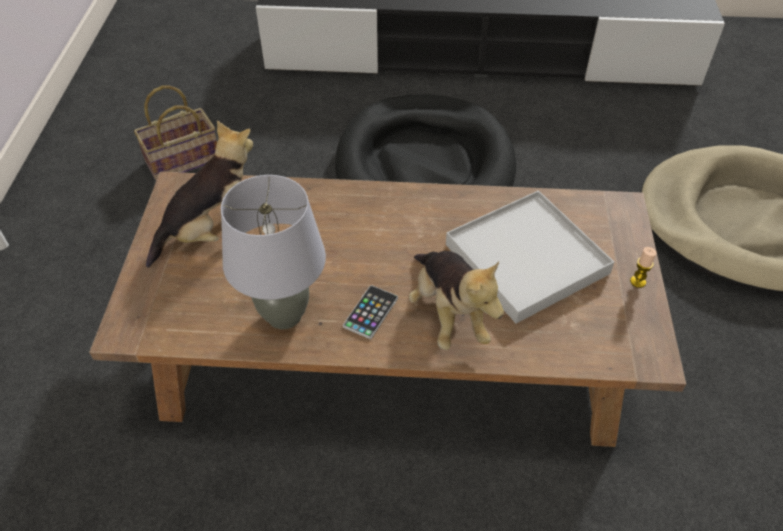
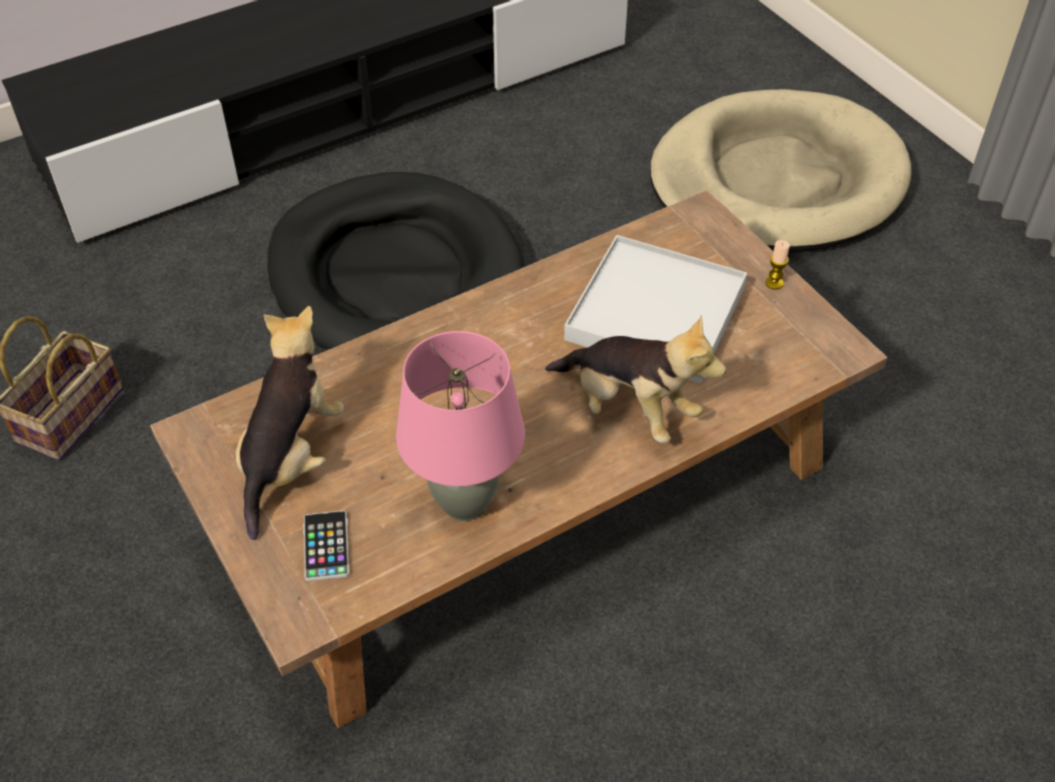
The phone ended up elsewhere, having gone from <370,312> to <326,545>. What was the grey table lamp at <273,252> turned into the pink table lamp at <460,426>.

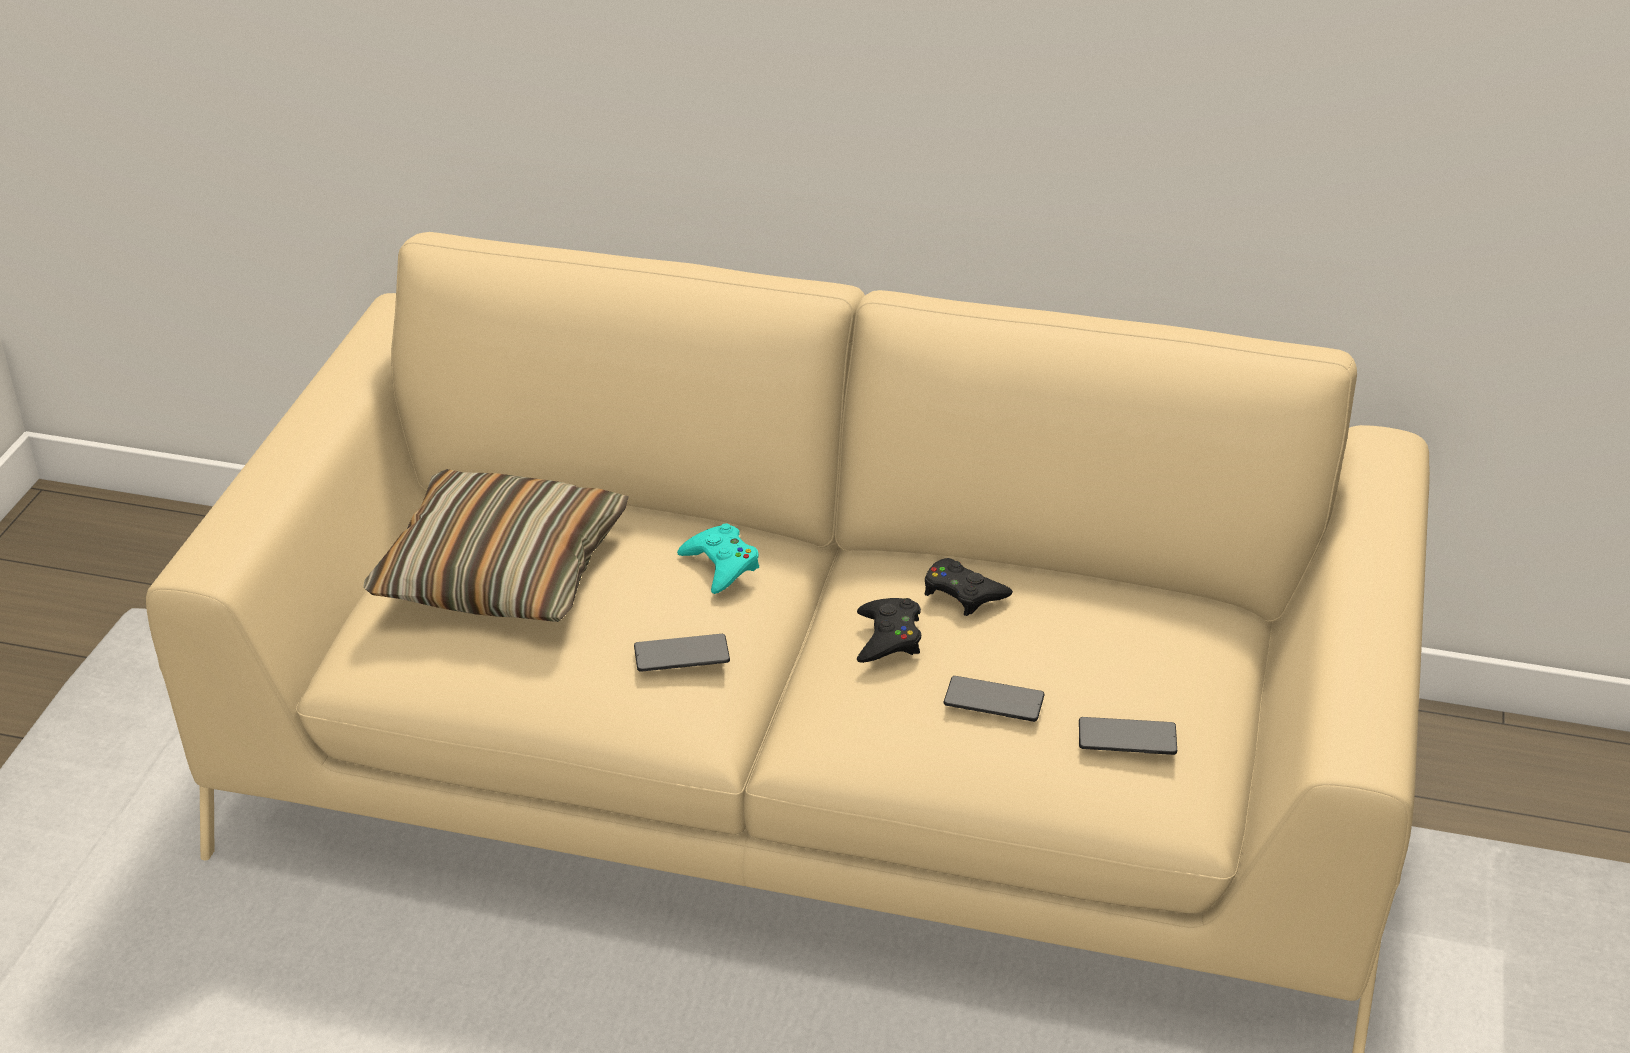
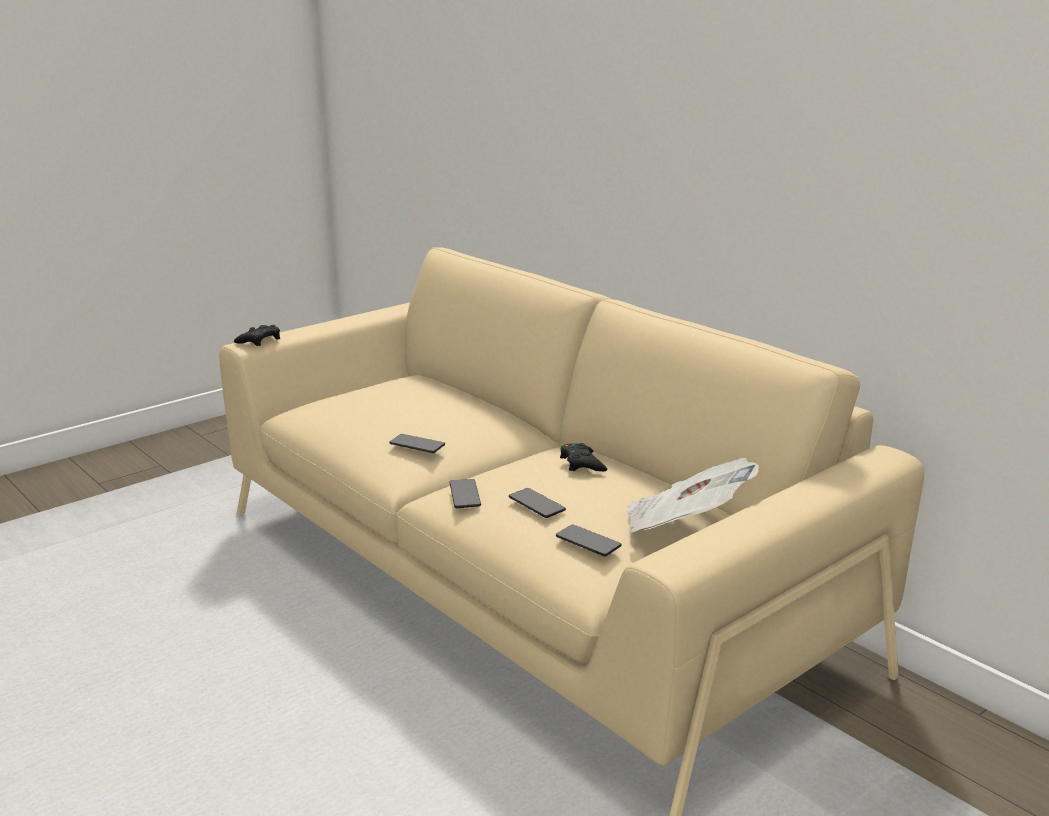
The second view lost the pillow at <496,545>. The second view lost the turquoise game controller at <718,558>. The second view gained the phone at <465,493>. The second view gained the newspaper at <693,495>. The black game controller ended up elsewhere, having gone from <889,630> to <257,335>.

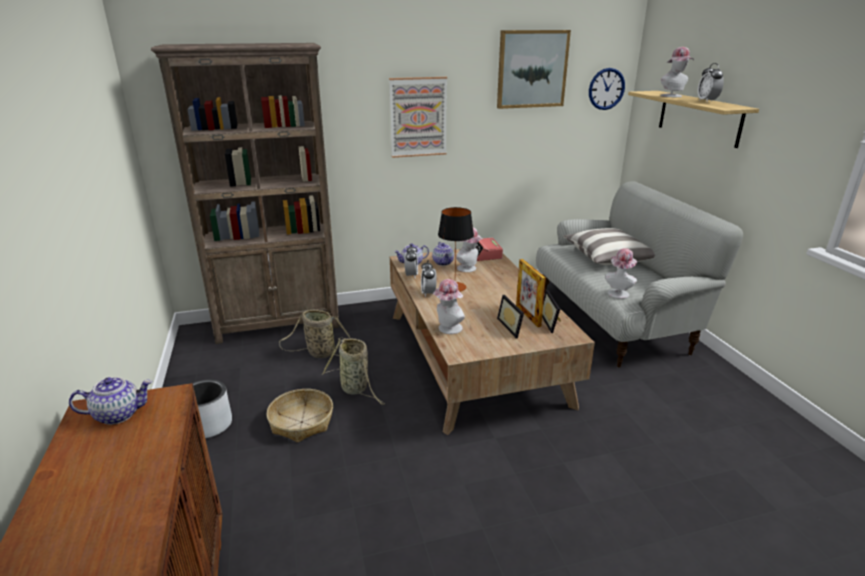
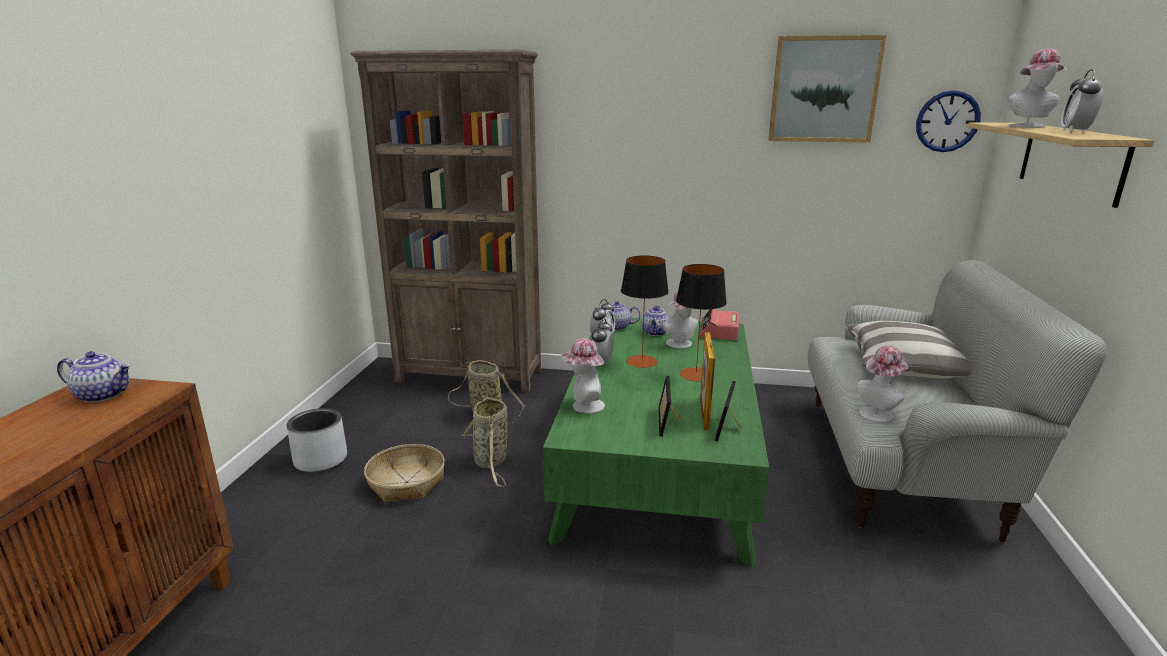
The second view lost the picture at <418,117>. The second view gained the table lamp at <701,322>. What was the brown coffee table at <492,342> turned into the green coffee table at <656,443>.

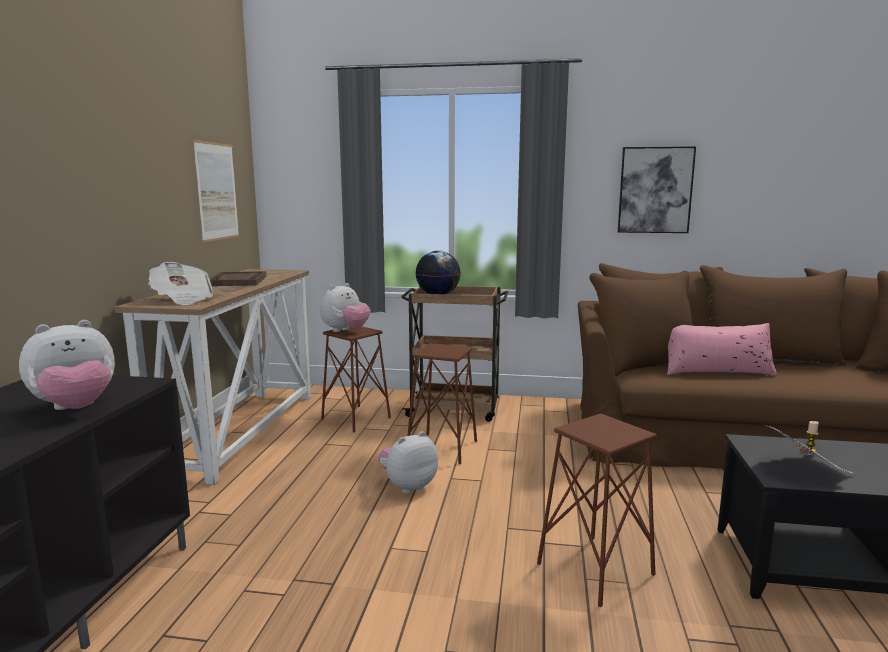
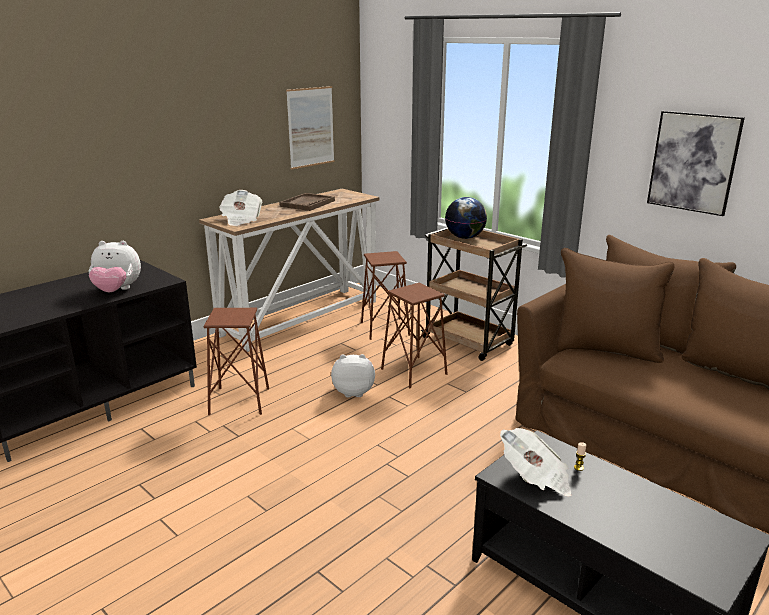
The second view lost the plush toy at <345,307>. The second view lost the pink pillow at <722,349>. The brown stool ended up elsewhere, having gone from <597,510> to <236,361>.

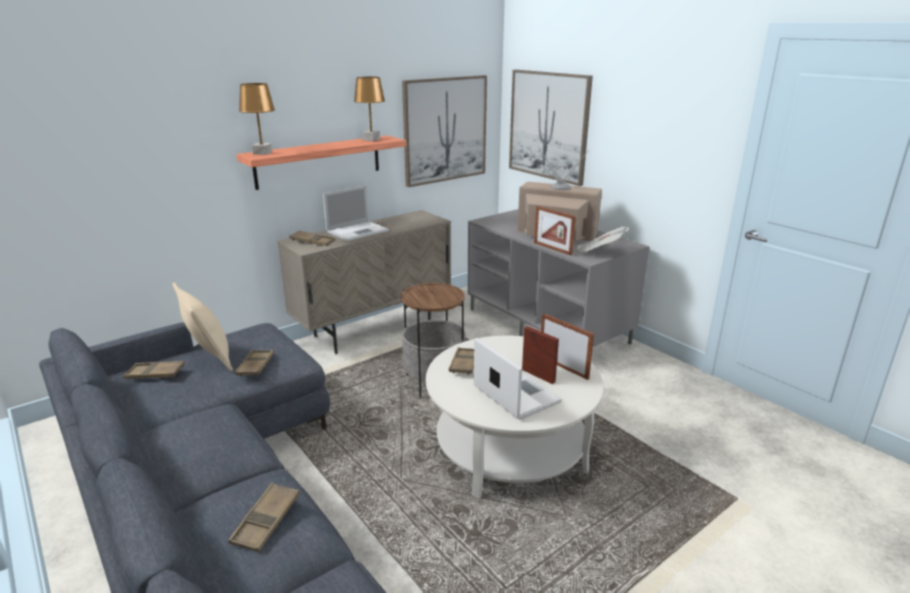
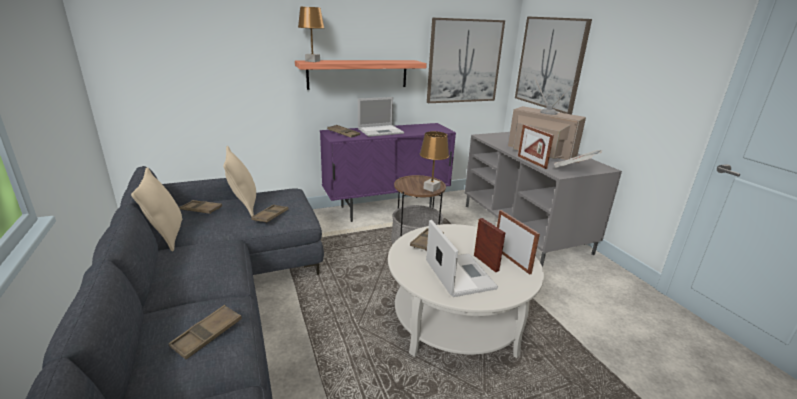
The second view gained the beige pillow at <156,209>. The brown table lamp ended up elsewhere, having gone from <369,109> to <434,161>. What was the beige cabinet at <364,282> turned into the purple cabinet at <388,172>.

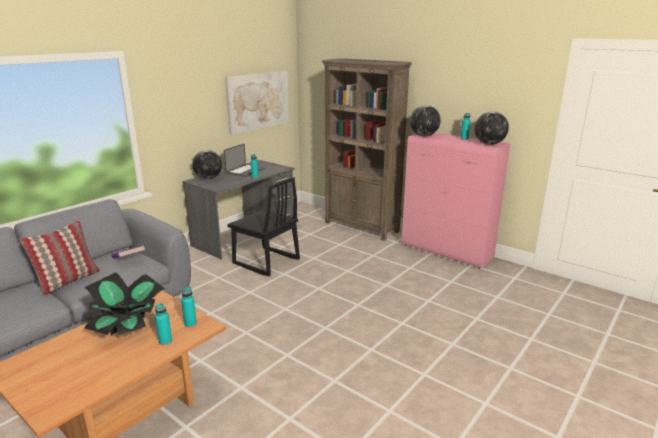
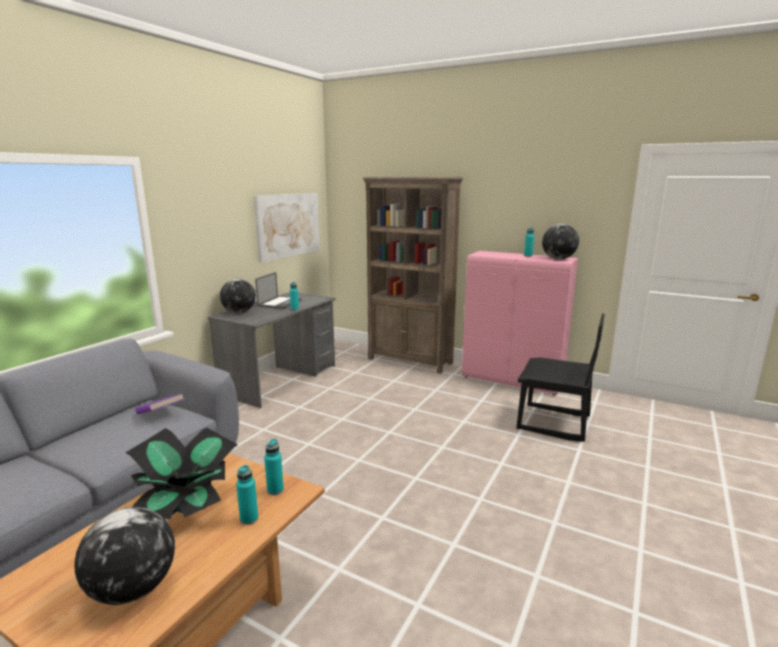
The second view lost the pillow at <60,258>. The black chair ended up elsewhere, having gone from <263,226> to <561,377>. The globe ended up elsewhere, having gone from <425,120> to <124,556>.

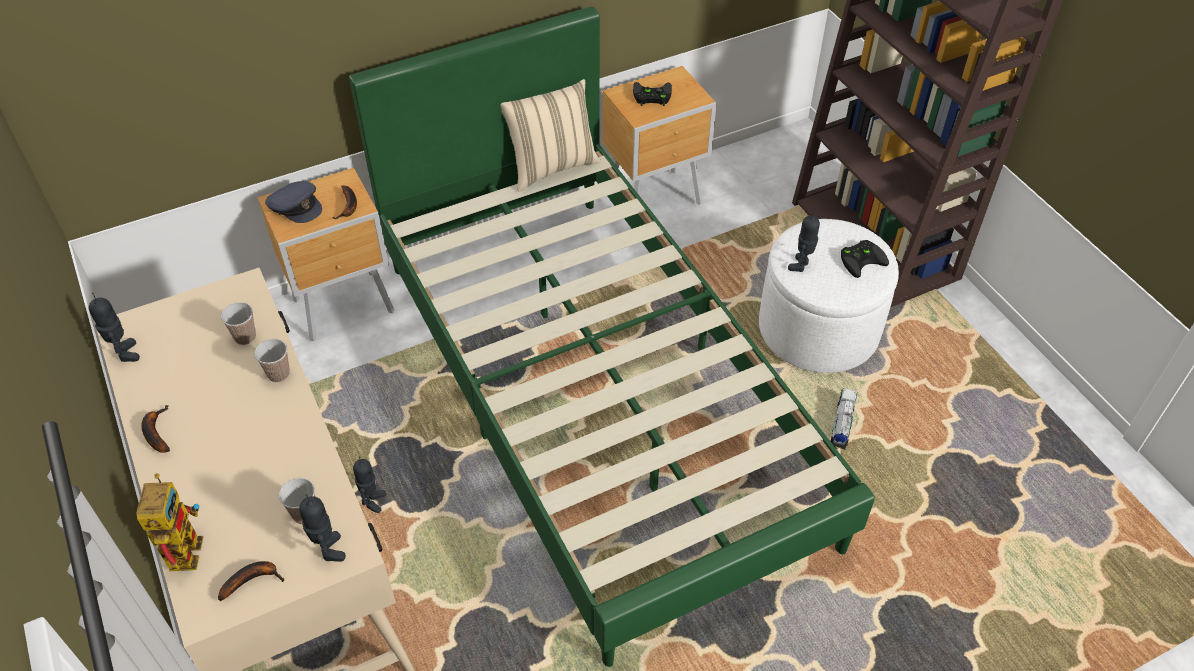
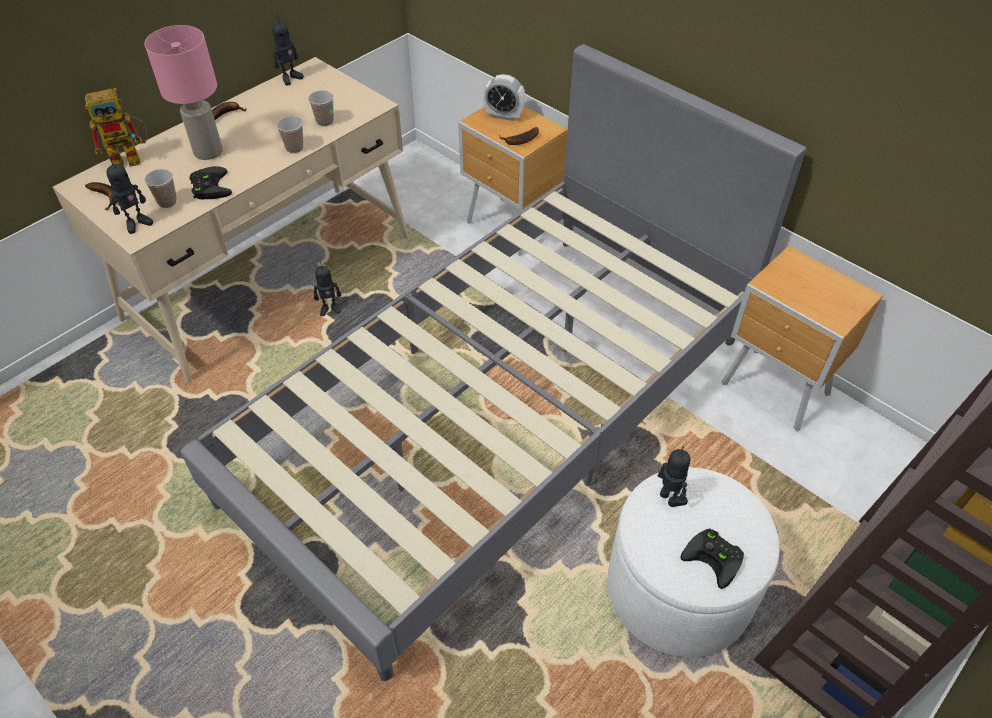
The second view lost the beige pillow at <551,135>. The second view lost the toy truck at <844,418>. The second view gained the pink table lamp at <183,92>. The black game controller ended up elsewhere, having gone from <652,94> to <211,182>. Where the grey cap stood at <293,202>, the alarm clock came to stand at <504,97>. What was the green bed at <612,336> turned into the grey bed at <493,362>. The toy robot at <804,241> ended up facing another way, 45 degrees clockwise from before.

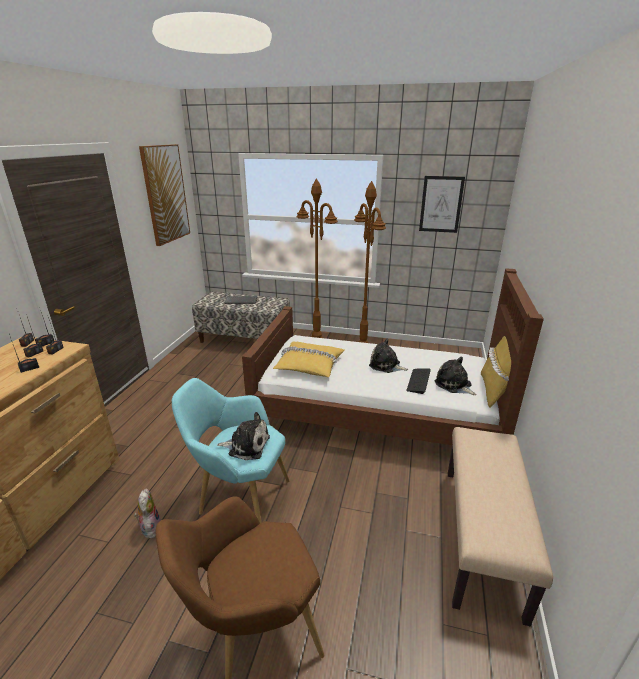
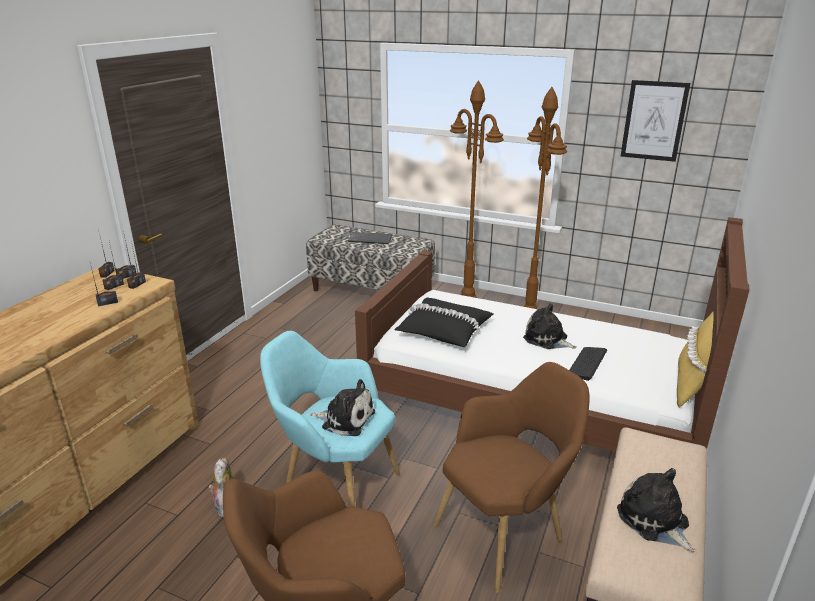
The second view lost the picture at <164,195>. The second view gained the brown armchair at <511,477>. The plush toy ended up elsewhere, having gone from <456,376> to <656,510>. What was the yellow pillow at <309,359> turned into the black pillow at <444,322>.

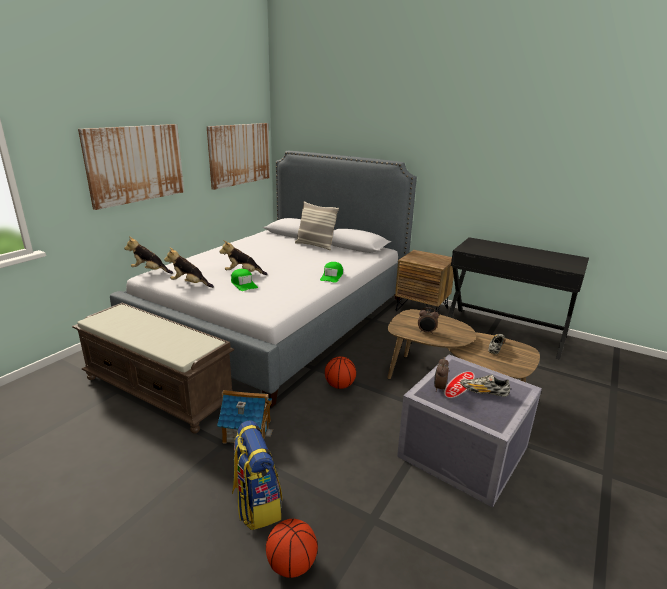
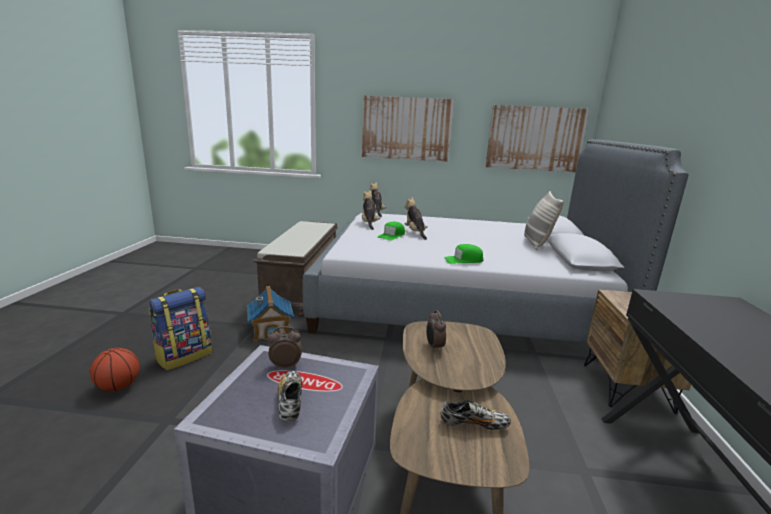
The second view lost the basketball at <340,372>.

